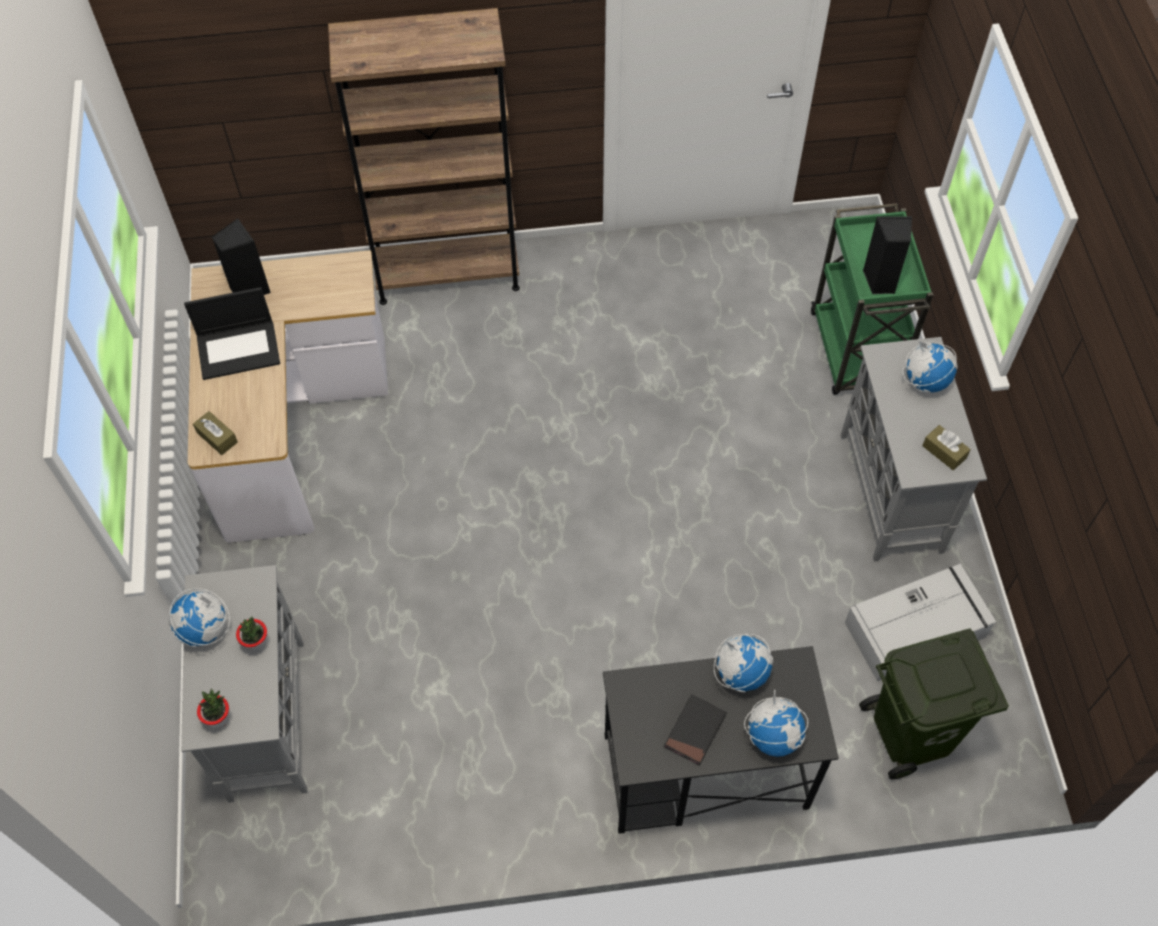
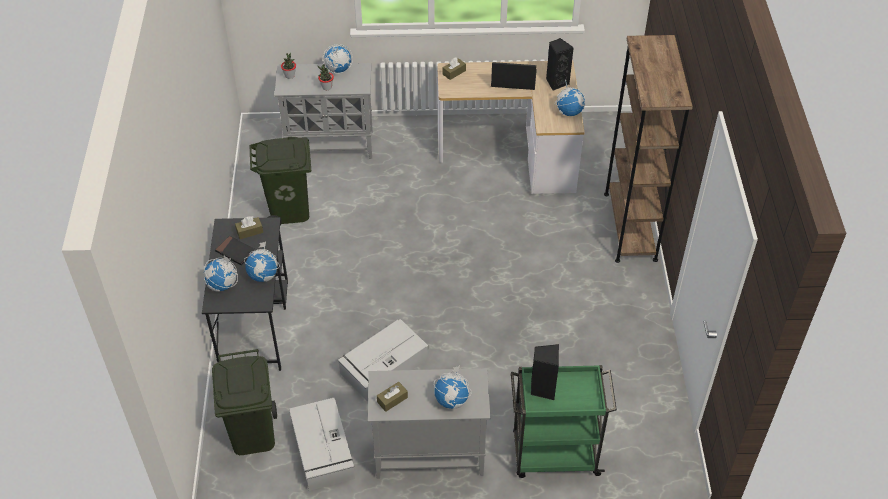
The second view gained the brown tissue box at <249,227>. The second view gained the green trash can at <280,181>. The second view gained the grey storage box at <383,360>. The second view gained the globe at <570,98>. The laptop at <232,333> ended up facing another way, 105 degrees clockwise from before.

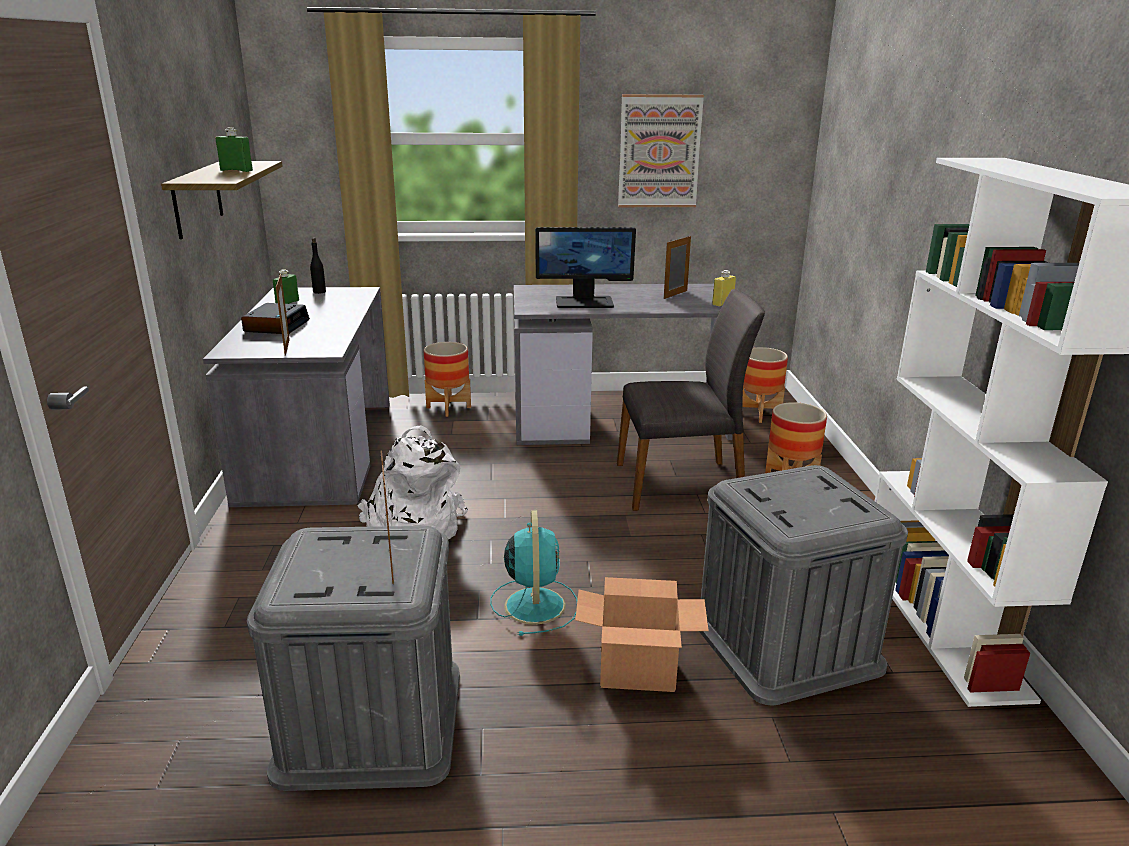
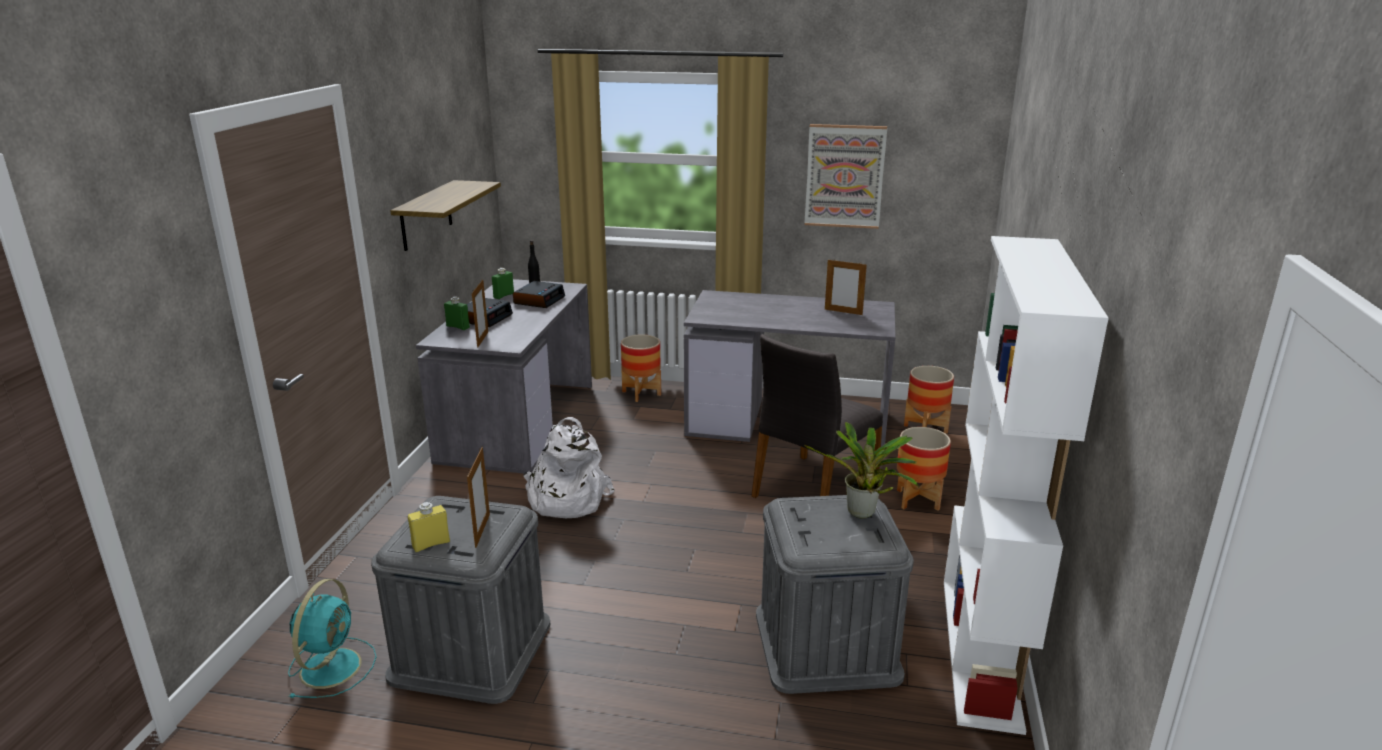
The second view lost the monitor at <585,267>. The second view lost the cardboard box at <642,634>. The second view gained the alarm clock at <539,294>. The second view gained the potted plant at <861,470>. The green bottle ended up elsewhere, having gone from <234,149> to <457,313>. The turquoise fan ended up elsewhere, having gone from <533,573> to <332,638>. The yellow bottle ended up elsewhere, having gone from <724,288> to <429,527>. The grey chair at <691,400> ended up facing another way, 120 degrees clockwise from before. The picture frame at <677,267> ended up facing another way, 120 degrees counterclockwise from before.

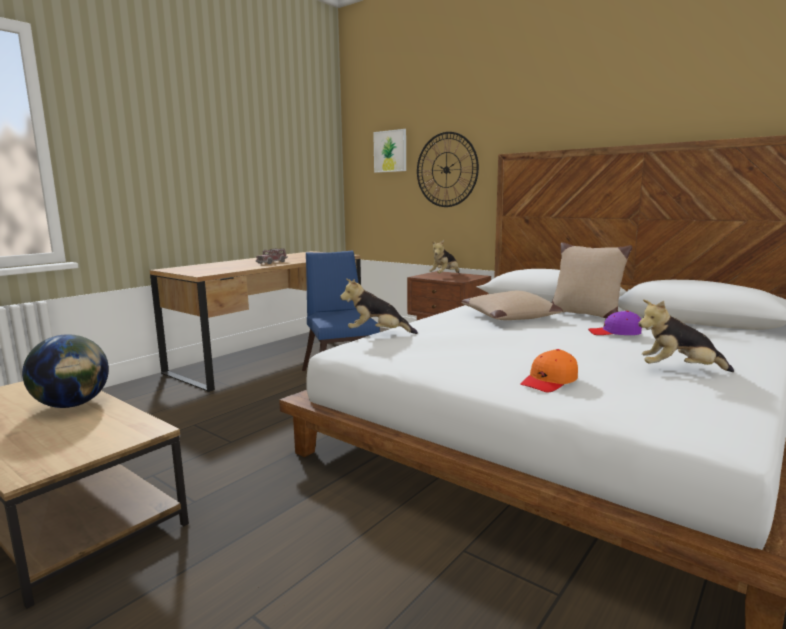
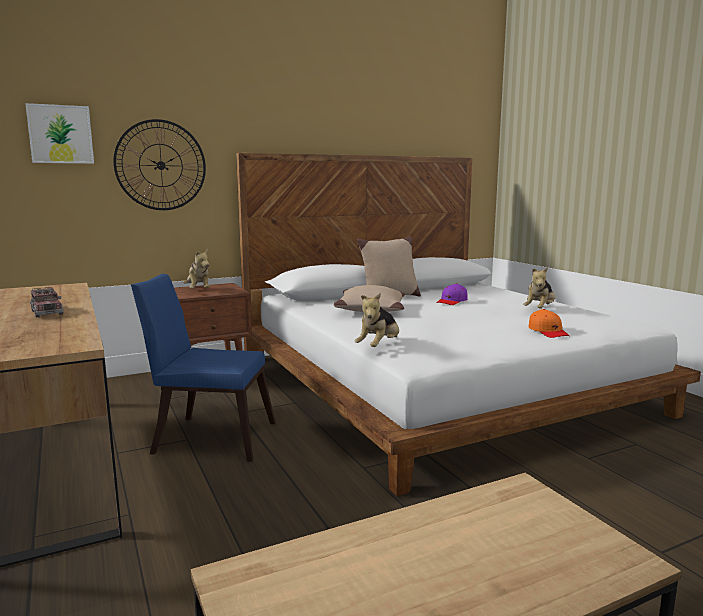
The second view lost the globe at <65,371>.

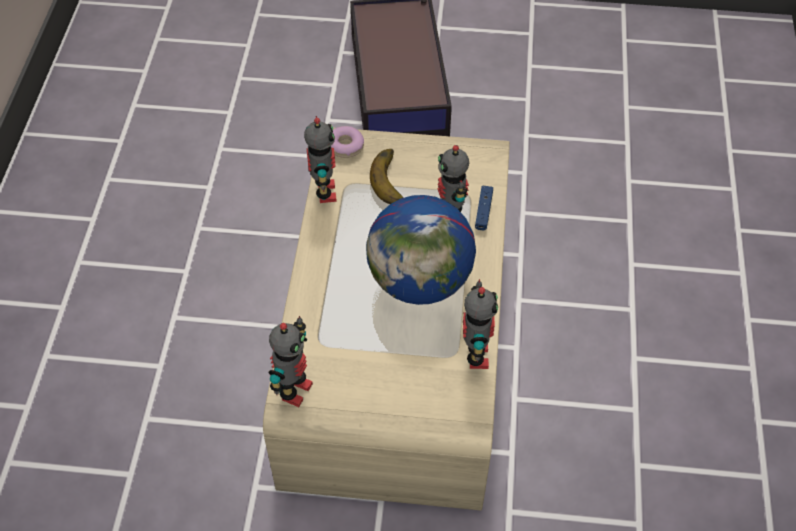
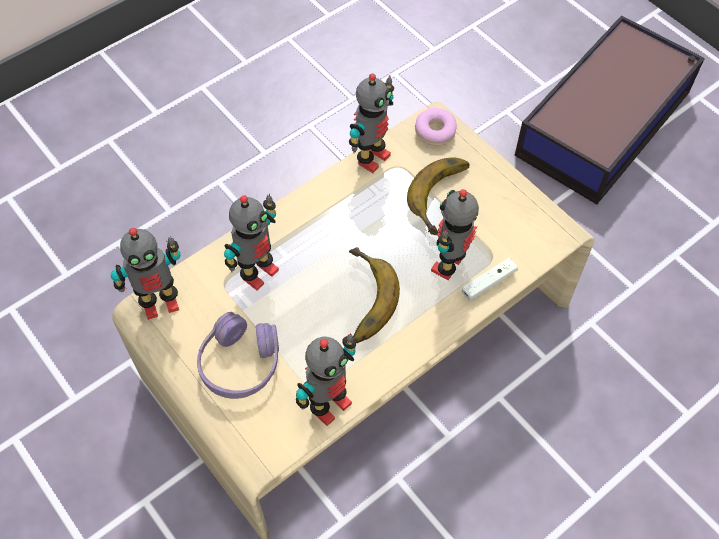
The second view gained the purple headphones at <238,355>. The second view gained the toy robot at <251,242>. Where the globe stood at <421,250>, the banana came to stand at <374,295>. What was the blue game controller at <484,208> turned into the white game controller at <490,279>.

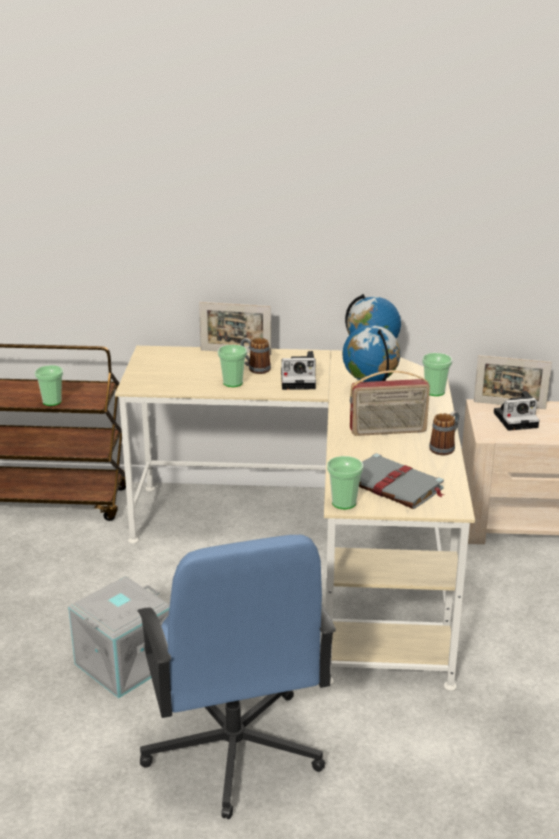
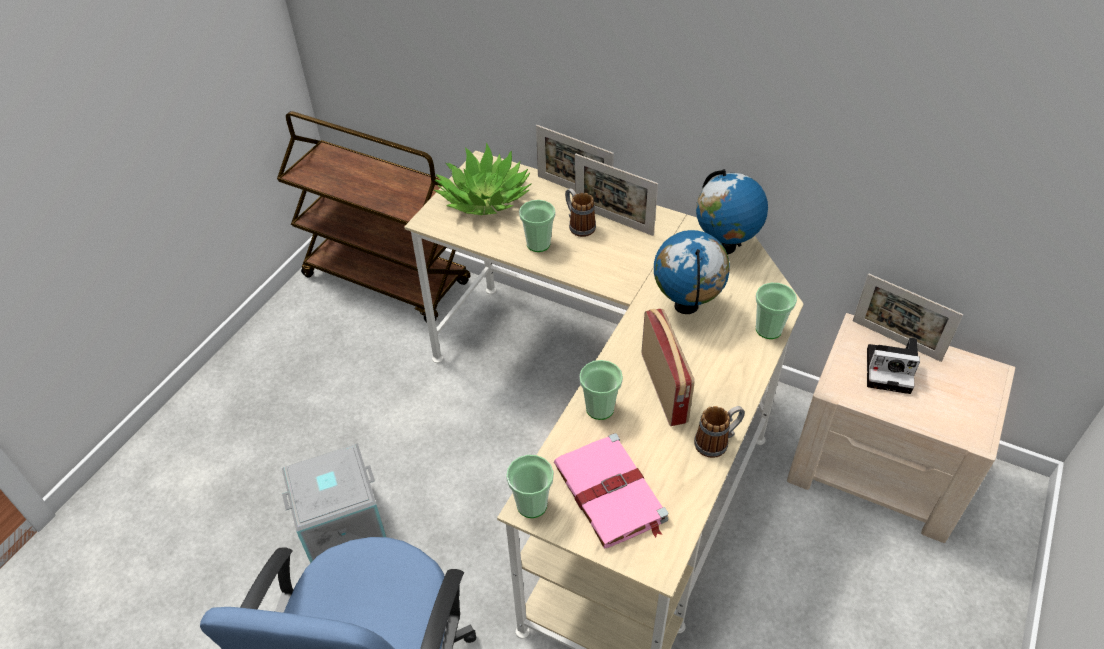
The second view lost the photo camera at <298,370>. The second view gained the potted plant at <482,179>. The second view gained the picture frame at <616,195>. The cup ended up elsewhere, having gone from <49,385> to <601,390>. What was the grey book at <401,481> turned into the pink book at <611,491>. The radio at <390,403> ended up facing another way, 120 degrees counterclockwise from before.

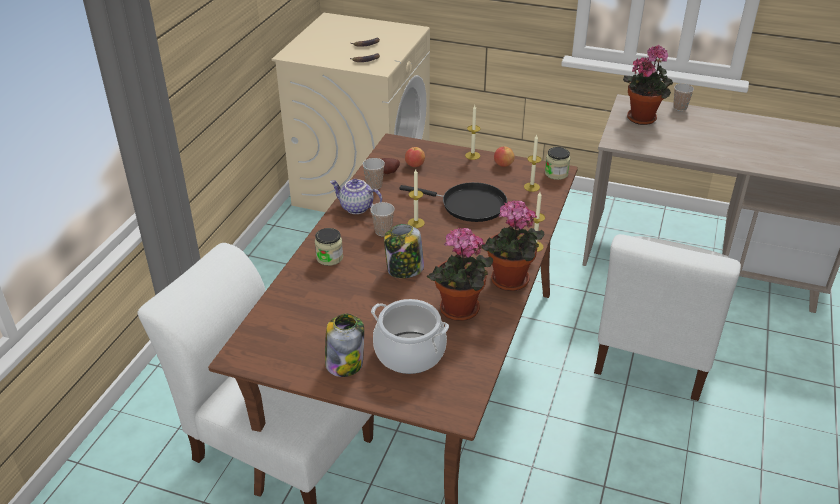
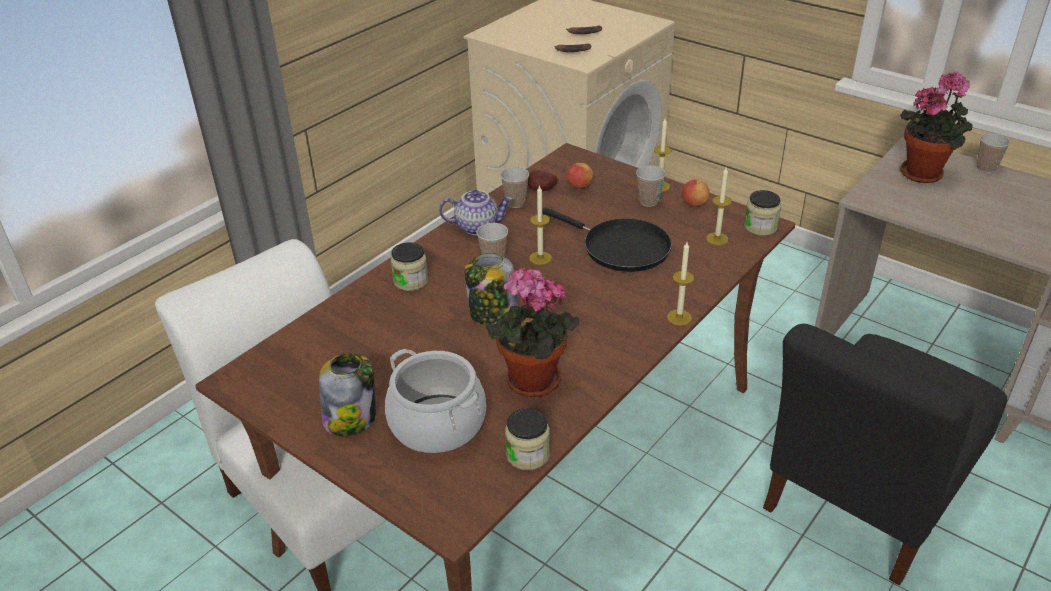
The second view lost the potted plant at <512,245>. The second view gained the jar at <527,439>. The second view gained the cup at <651,186>. What was the white chair at <667,317> turned into the black chair at <885,454>. The teapot at <356,196> ended up facing another way, 135 degrees clockwise from before.

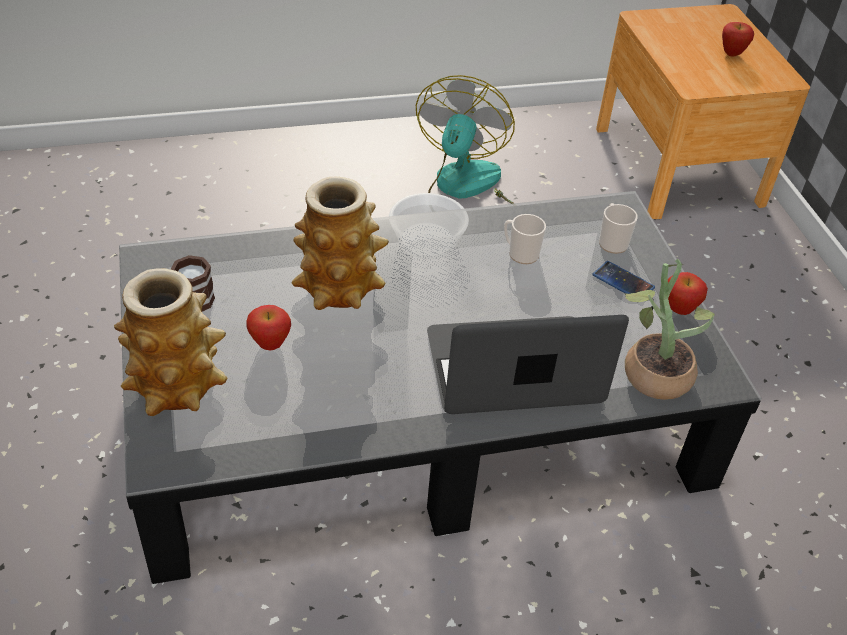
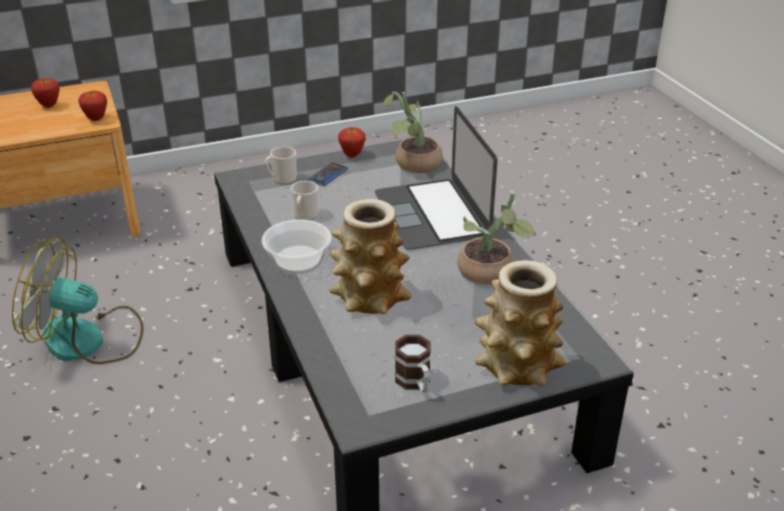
The second view gained the potted plant at <496,238>. The apple ended up elsewhere, having gone from <268,327> to <92,106>.

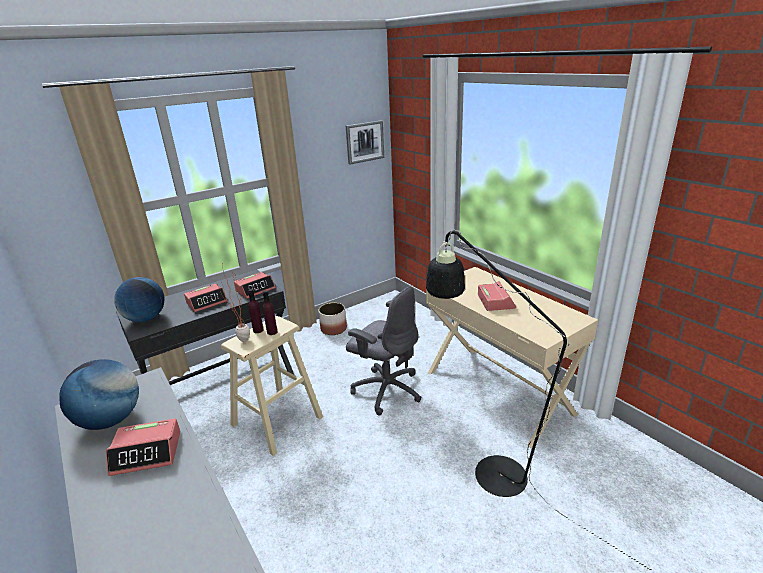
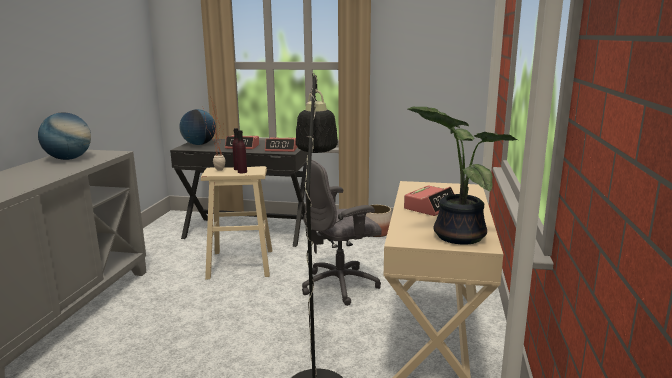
The second view lost the alarm clock at <143,447>. The second view lost the picture at <365,143>. The second view gained the potted plant at <462,176>. The grey office chair at <384,350> ended up facing another way, 75 degrees clockwise from before.

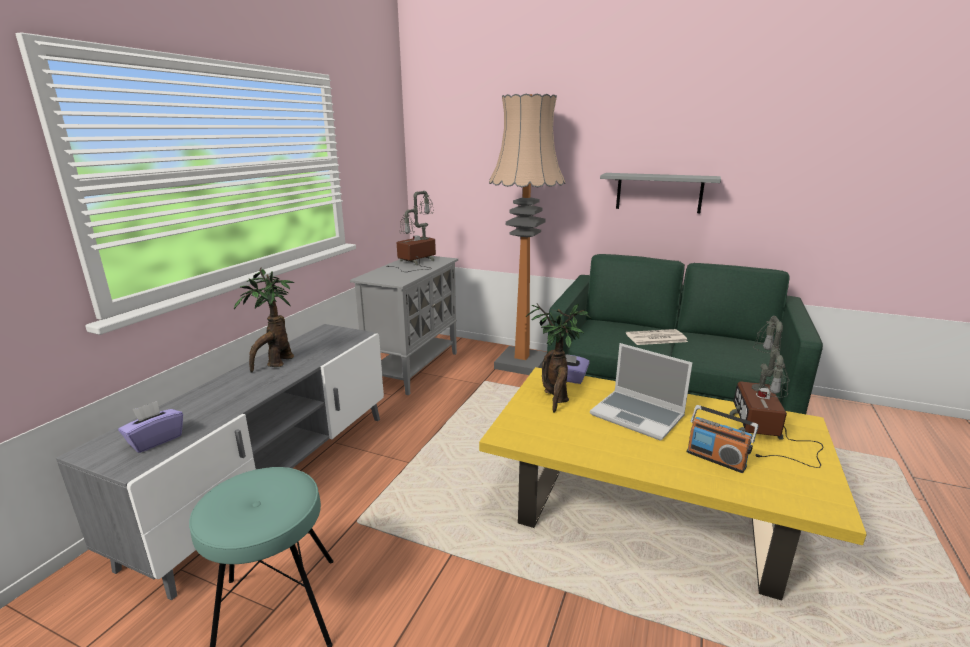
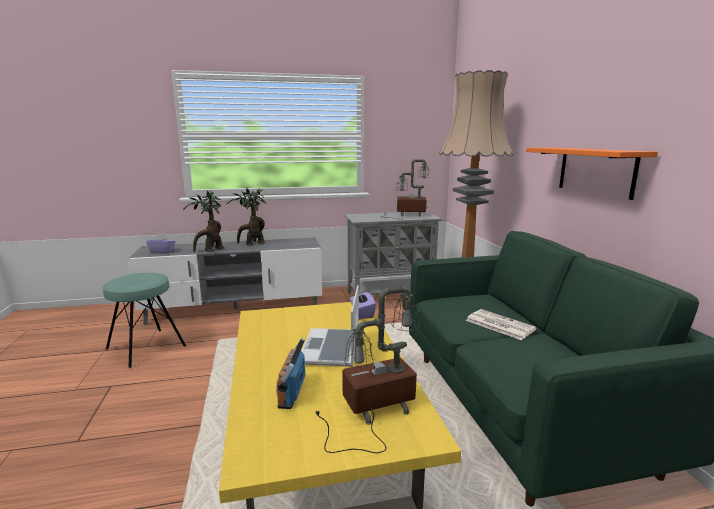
The potted plant ended up elsewhere, having gone from <559,358> to <203,221>. What was the grey shelf at <660,193> turned into the orange shelf at <592,174>.

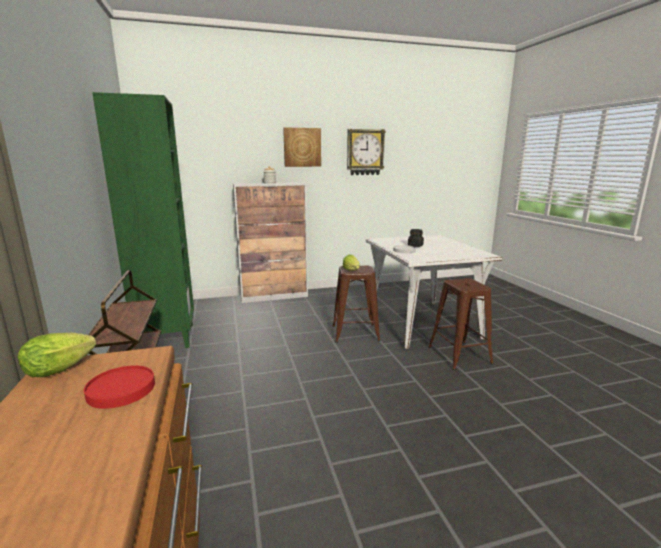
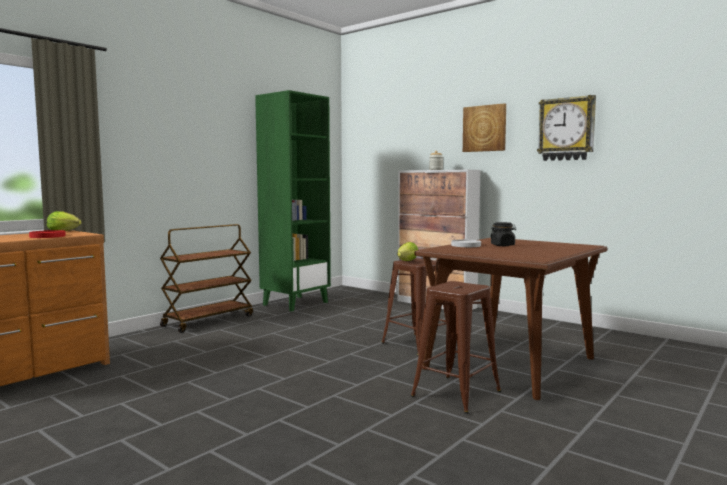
What was the white dining table at <434,292> turned into the brown dining table at <511,319>.

